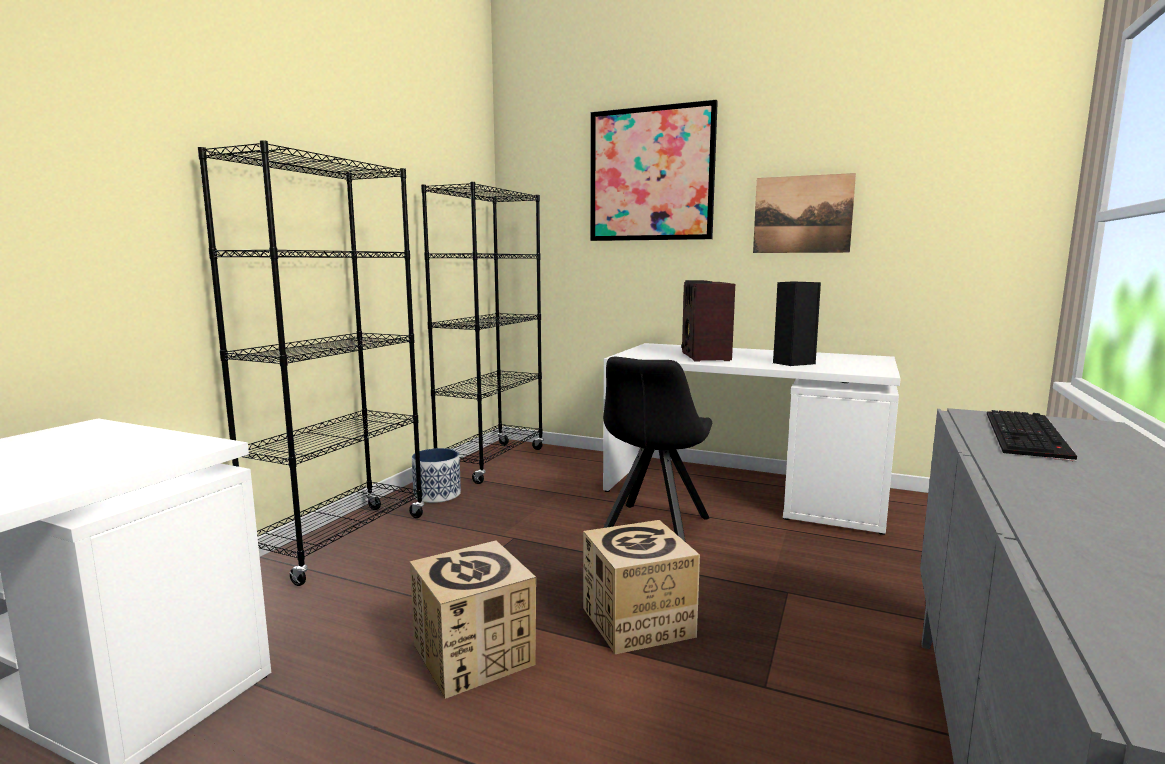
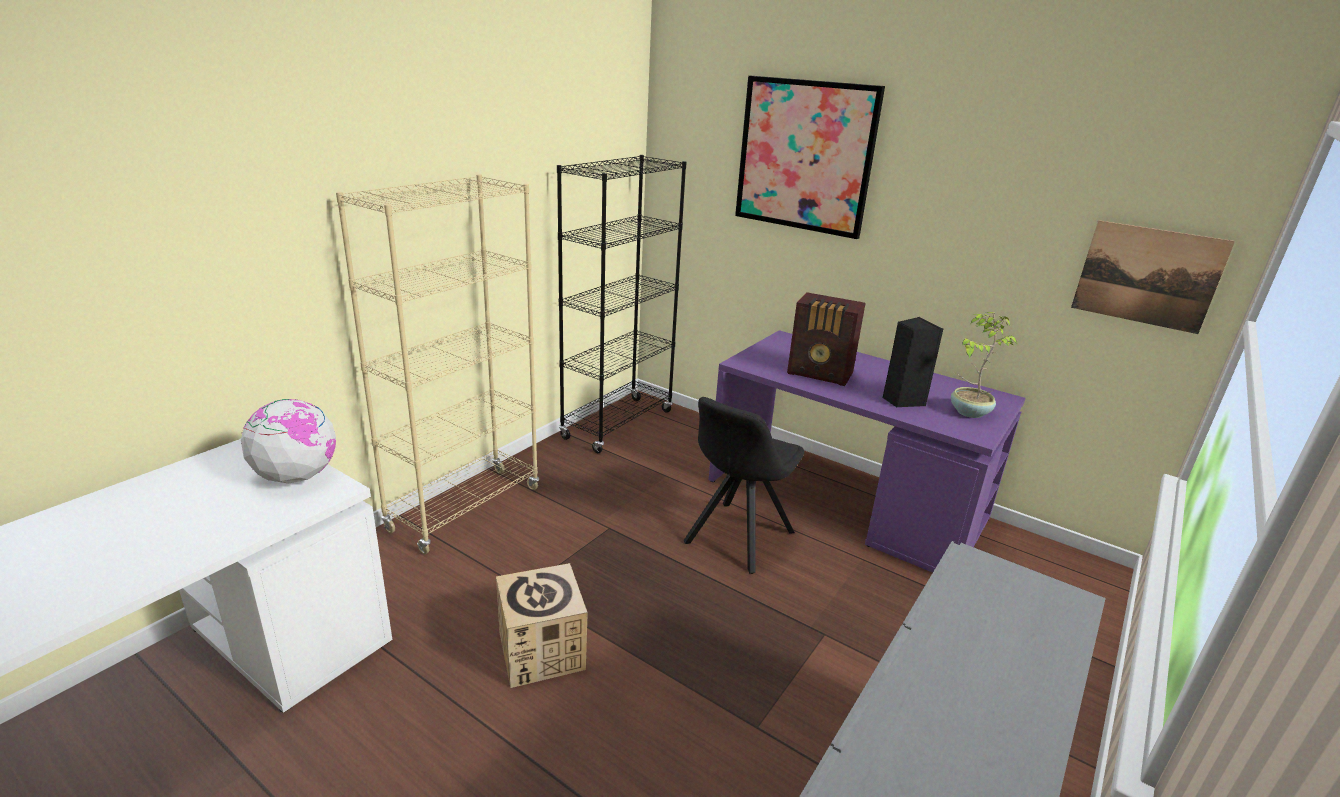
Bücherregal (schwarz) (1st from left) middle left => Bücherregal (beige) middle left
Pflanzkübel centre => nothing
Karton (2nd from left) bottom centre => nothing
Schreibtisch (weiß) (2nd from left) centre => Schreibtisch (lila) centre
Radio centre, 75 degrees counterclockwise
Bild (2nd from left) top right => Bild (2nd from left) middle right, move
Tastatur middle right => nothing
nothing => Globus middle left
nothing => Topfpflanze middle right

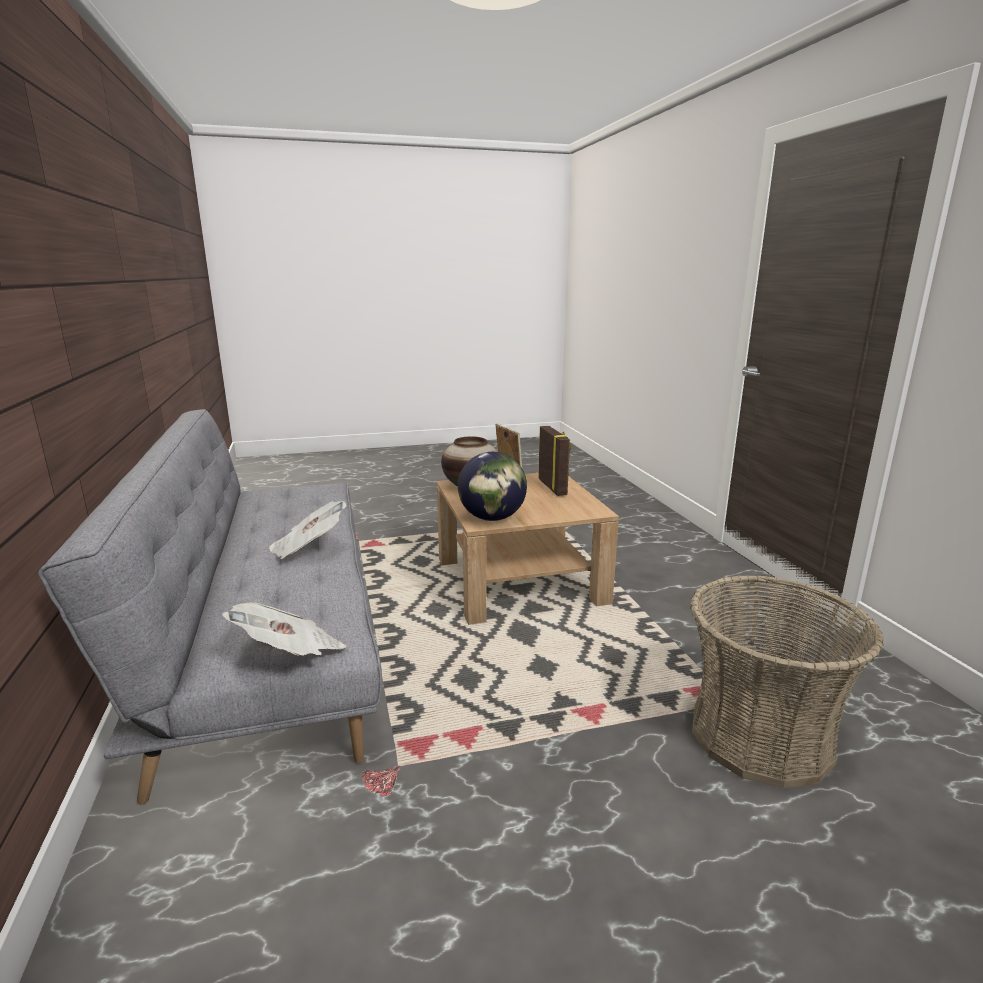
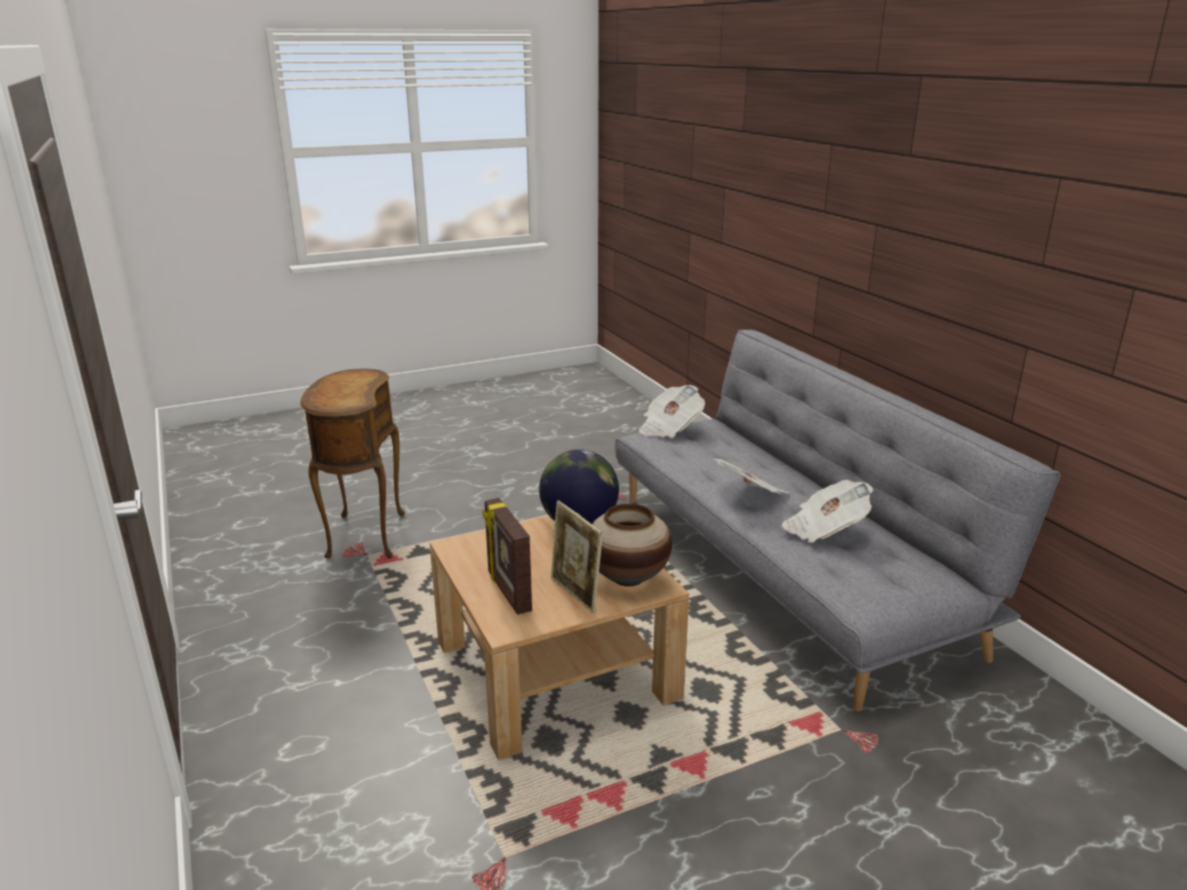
Korb bottom right => Beistelltisch (braun) middle left
nothing => Zeitung (3rd from left) middle right

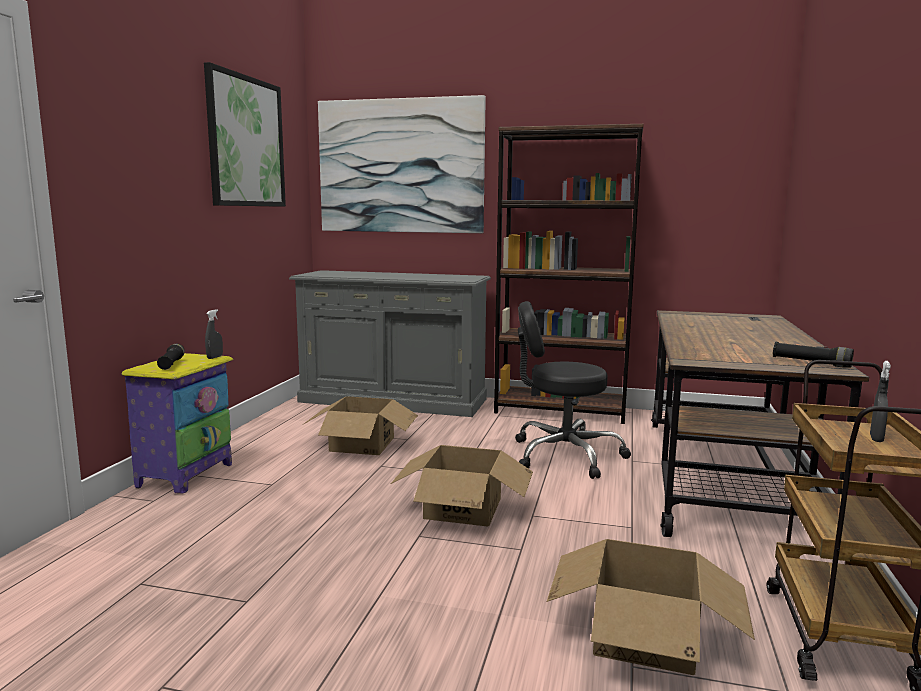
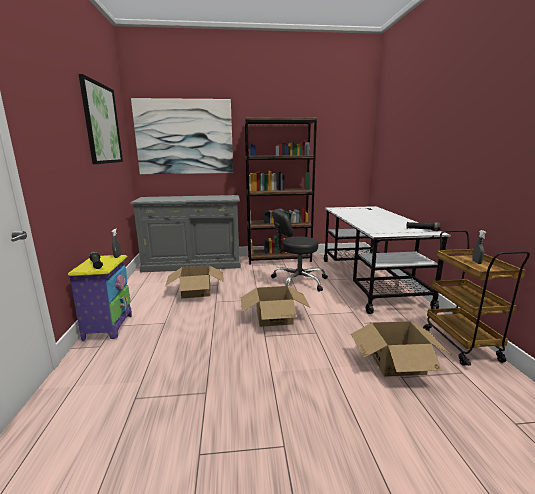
Schreibtisch (braun) middle right => Schreibtisch (weiß) middle right

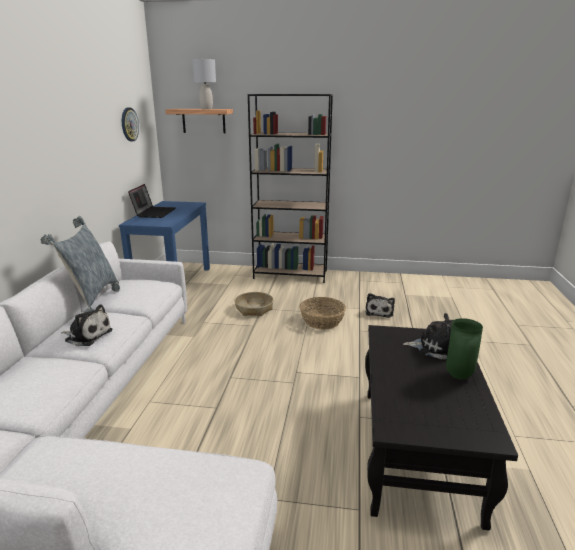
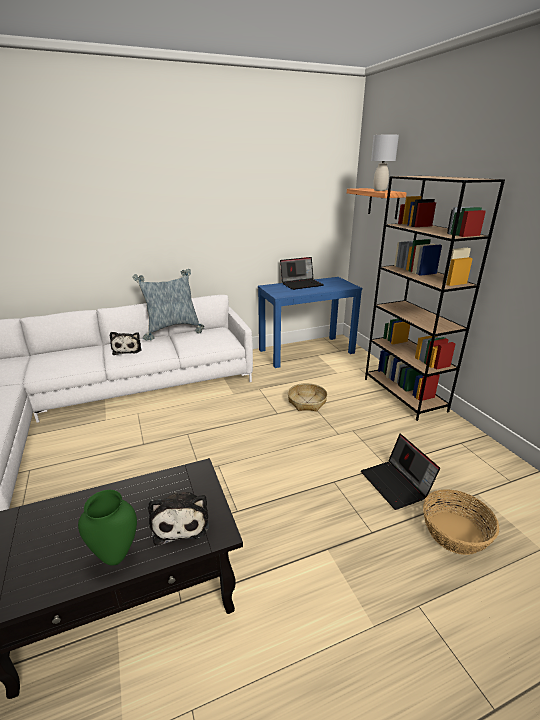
Wanduhr top left => nothing
Korb (2nd from left) centre => Korb (2nd from left) bottom right, move
Plüschtier (2nd from left) centre => Laptop (2nd from left) middle right

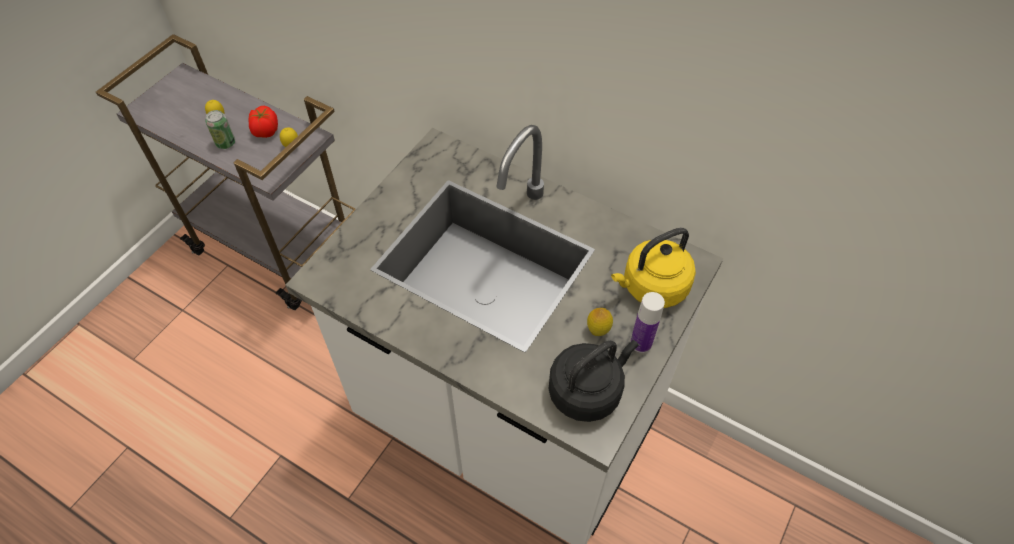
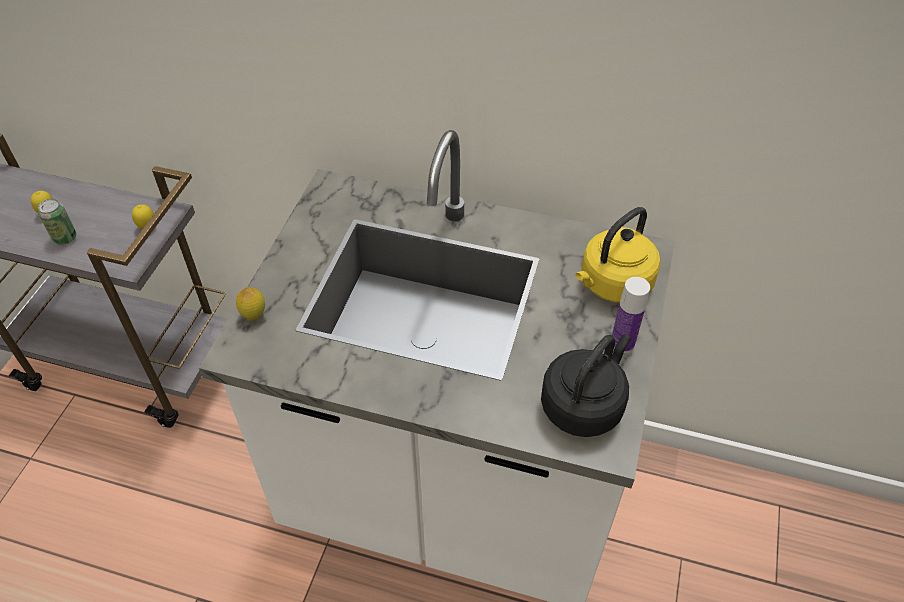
Tomate top left => nothing
Zitrone (3rd from left) centre => Zitrone (3rd from left) middle left, move

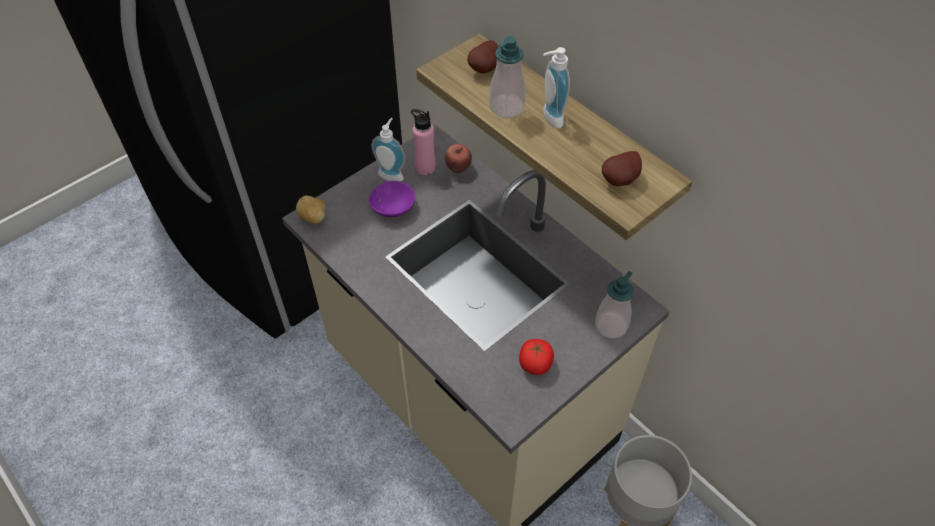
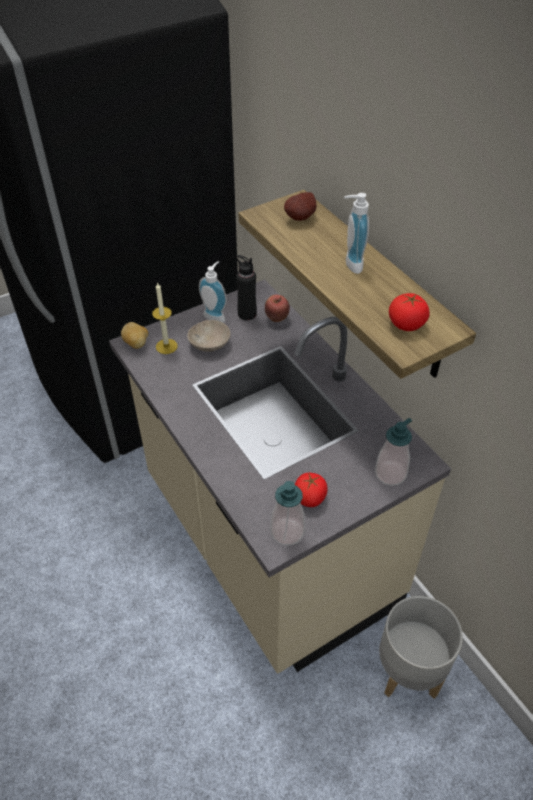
Schüssel (lila) centre => Schüssel (beige) centre
Flasche (rosa) top centre => Flasche (schwarz) centre
Seifenspender (2nd from left) top centre => Seifenspender (2nd from left) centre, move
Kartoffel (3rd from left) top centre => Tomate (2nd from left) middle right
nothing => Kerze middle left

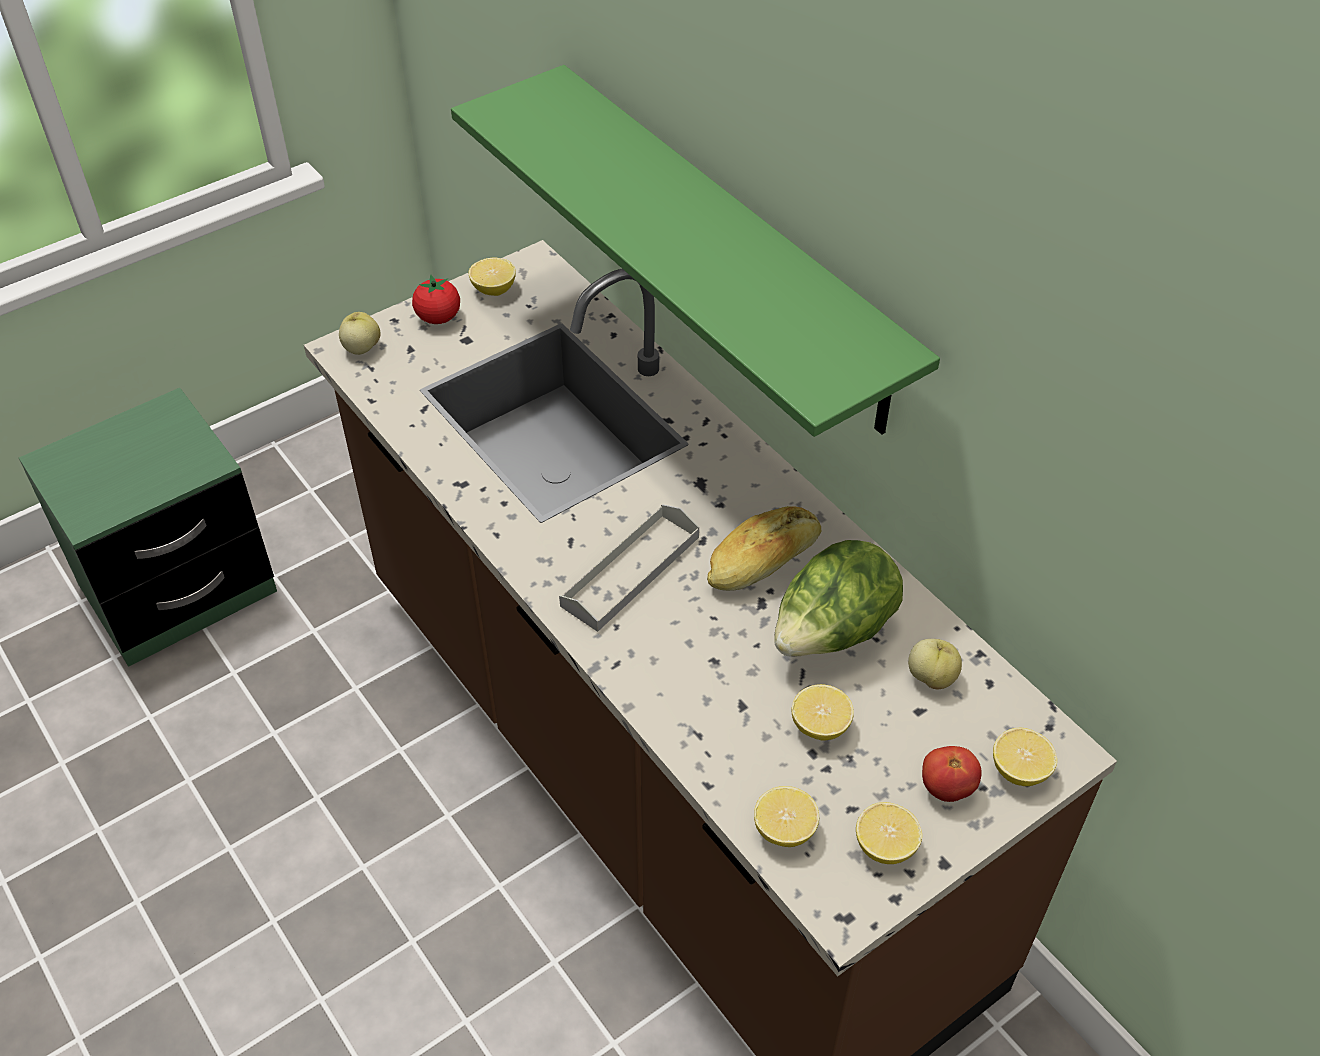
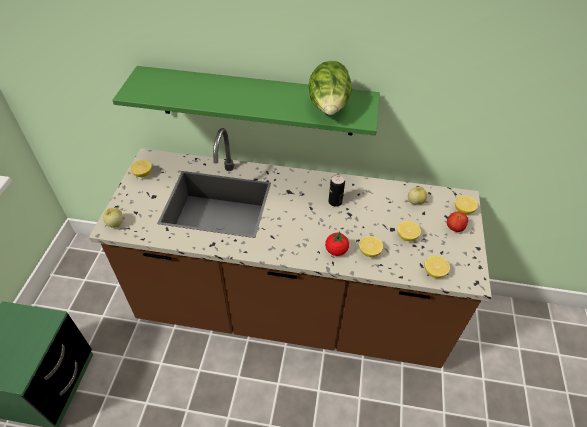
Tomate (1st from left) top left => Tomate (1st from left) centre, move
Tablett (grau) centre => nothing
Brot centre => Dose centre
Salatkopf centre => Salatkopf top centre, move
Zitrone (4th from left in the first image) bottom right => Zitrone (2nd from left) centre, move

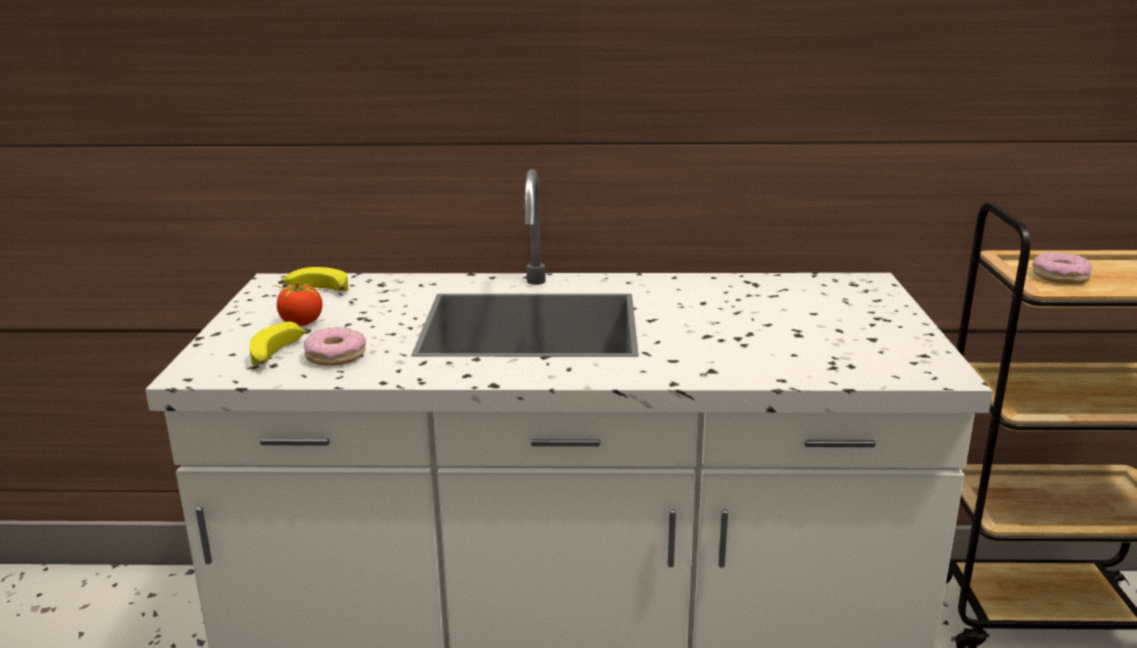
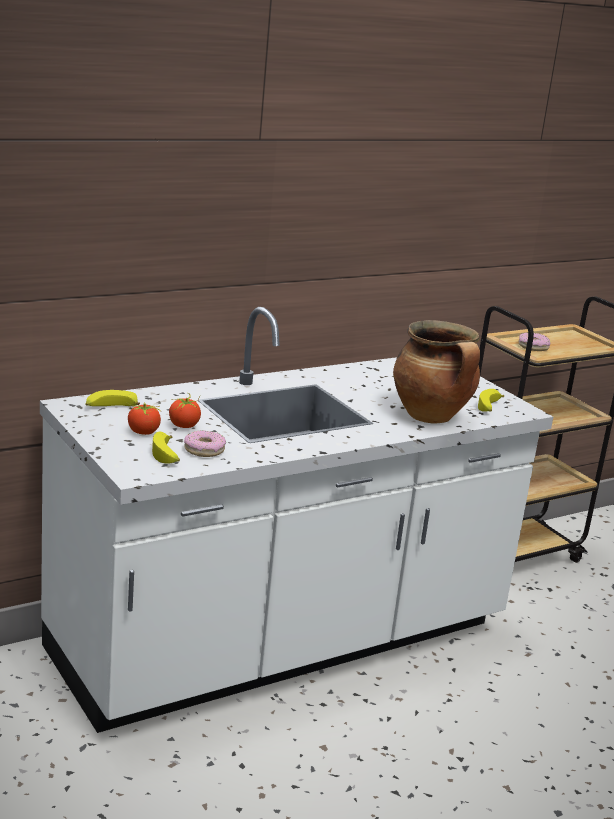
nothing => Tomate (2nd from left) middle left
nothing => Kochtopf middle right
nothing => Banane (3rd from left) middle right

